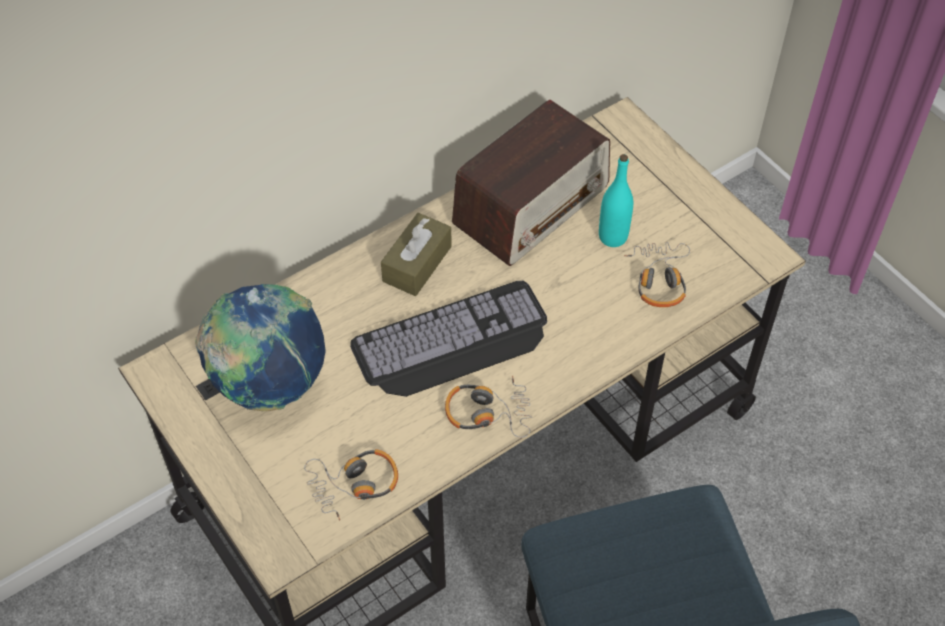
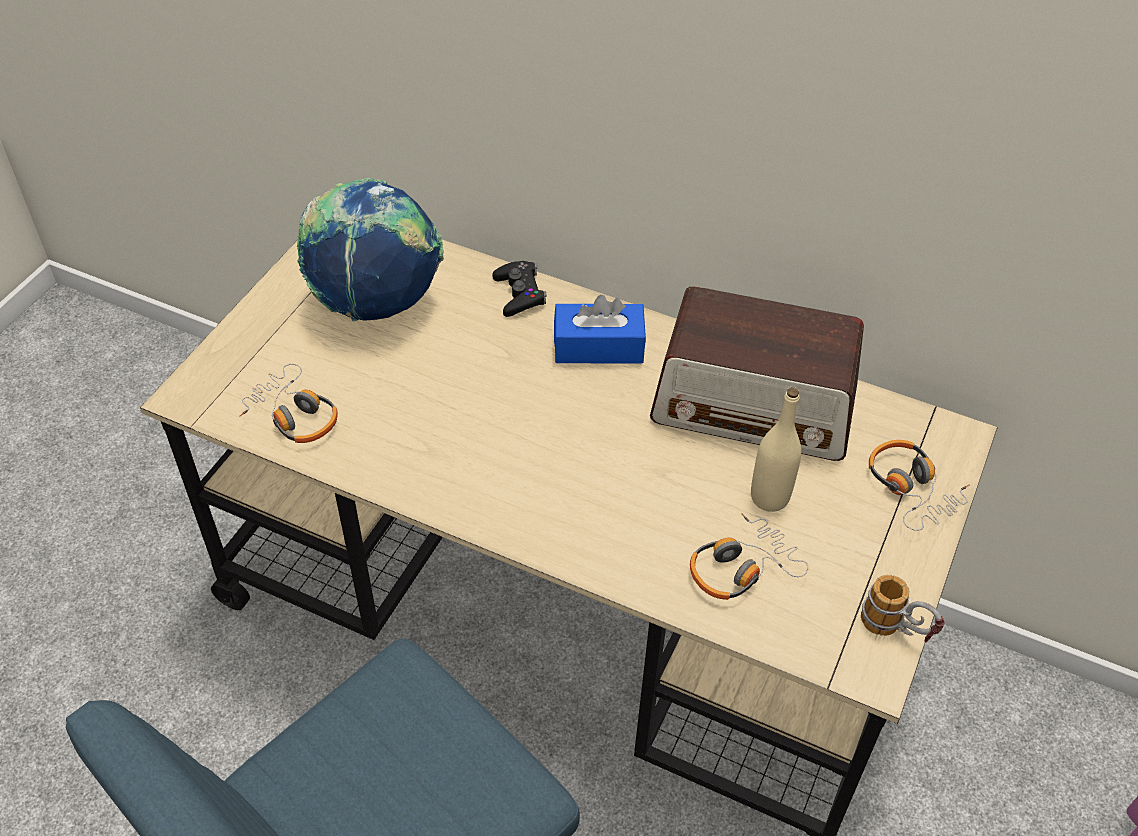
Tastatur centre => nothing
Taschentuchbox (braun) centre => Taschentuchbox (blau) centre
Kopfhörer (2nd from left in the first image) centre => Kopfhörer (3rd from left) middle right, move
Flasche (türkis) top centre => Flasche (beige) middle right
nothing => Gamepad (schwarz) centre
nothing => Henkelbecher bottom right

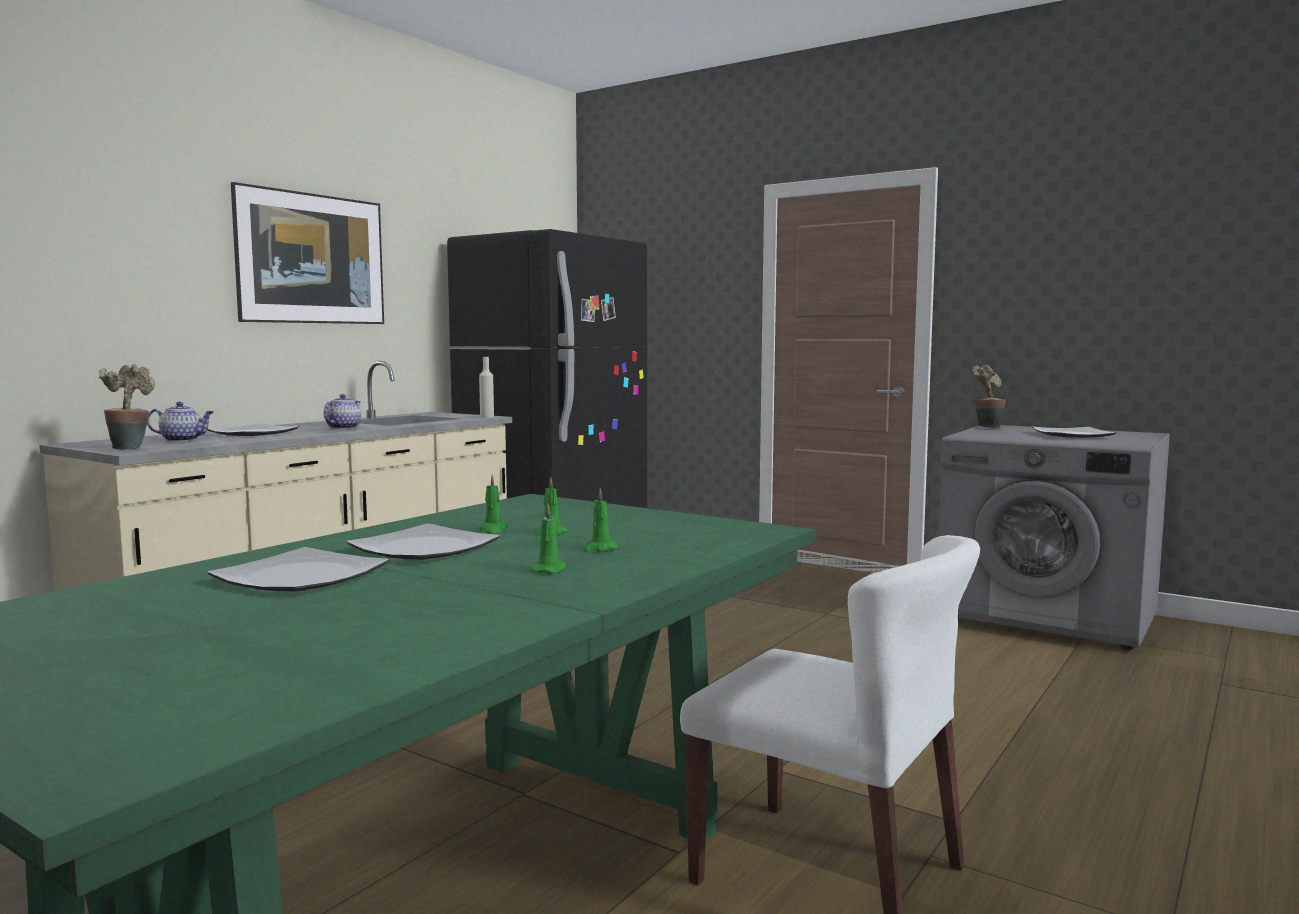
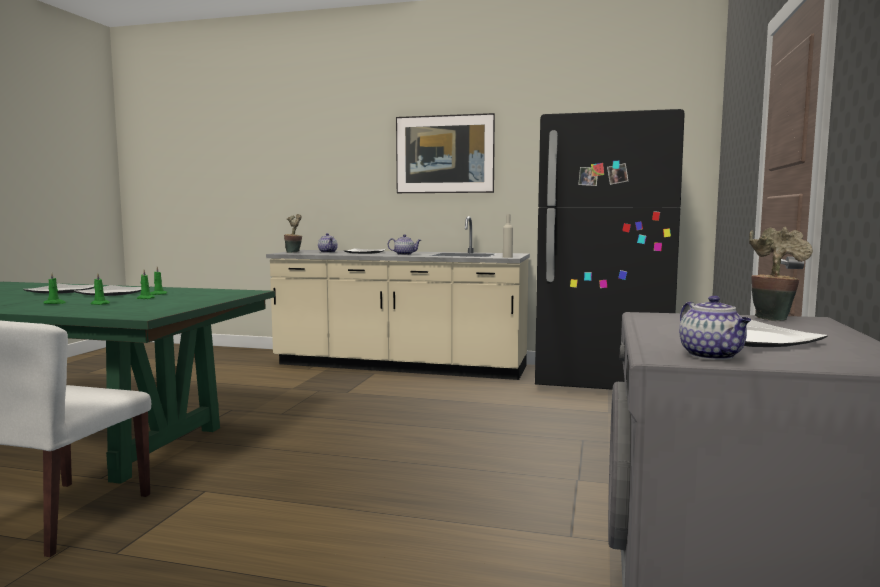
nothing => Teekanne (3rd from left) middle right

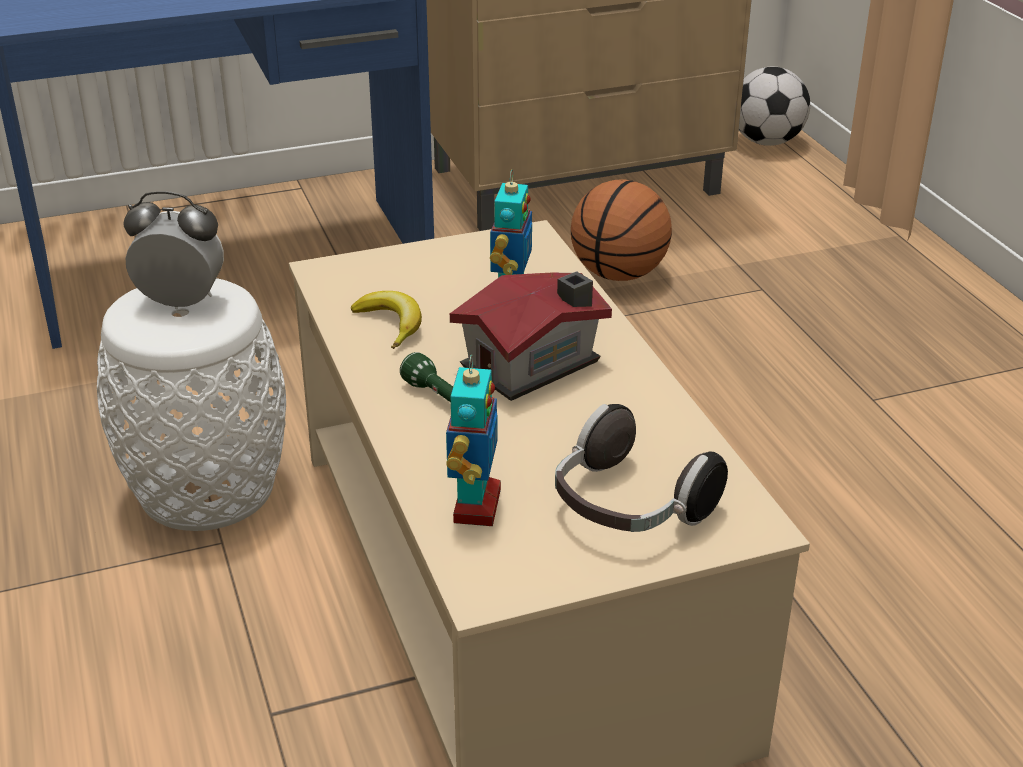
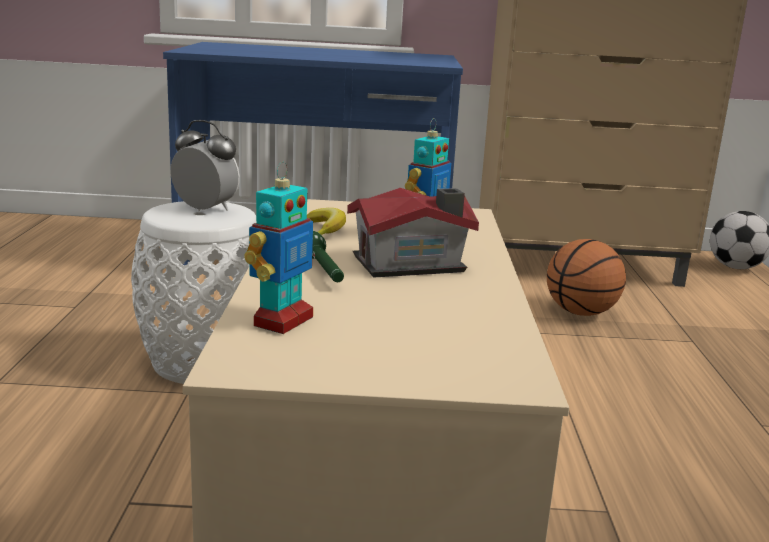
Kopfhörer centre => nothing

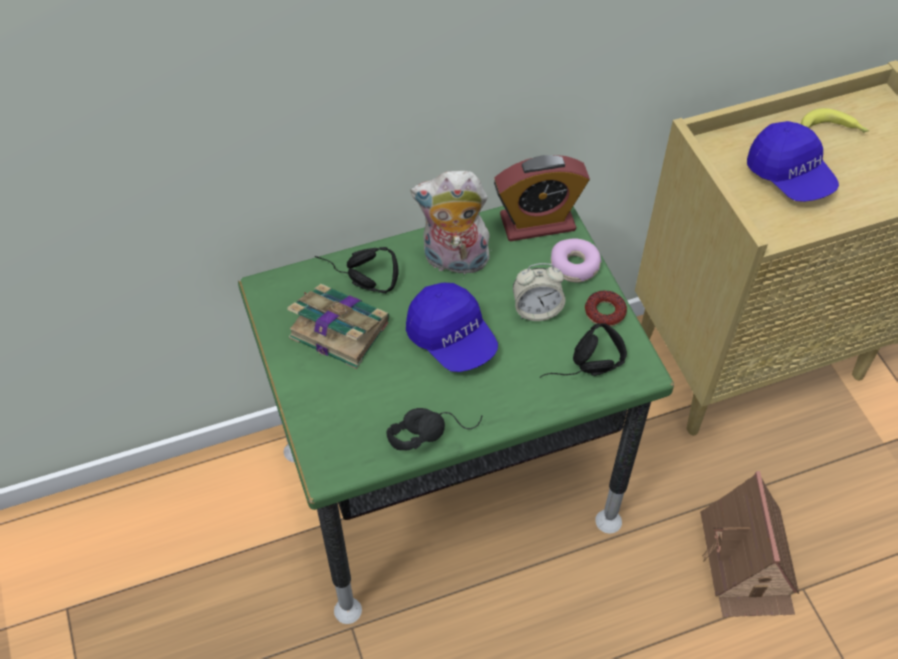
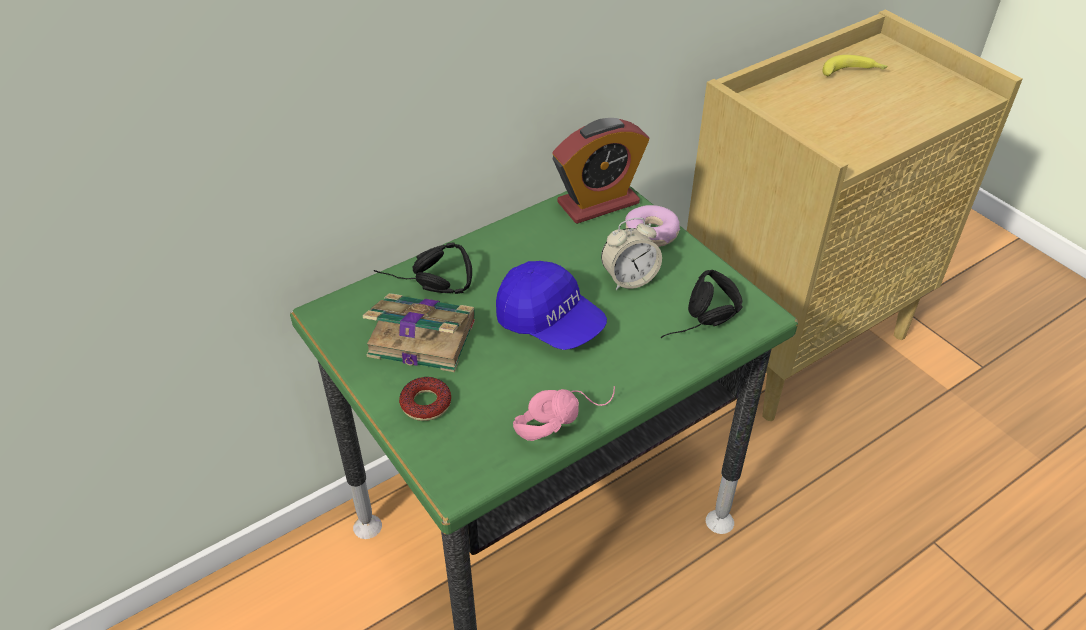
Kopfhörer (schwarz) (2nd from left) centre => Kopfhörer (rosa) centre
Plüschtier centre => nothing
Donut (2nd from left in the first image) middle right => Donut (1st from left) centre, move
Spielzeughaus bottom right => nothing
Kappe (blau) (2nd from left) top right => nothing

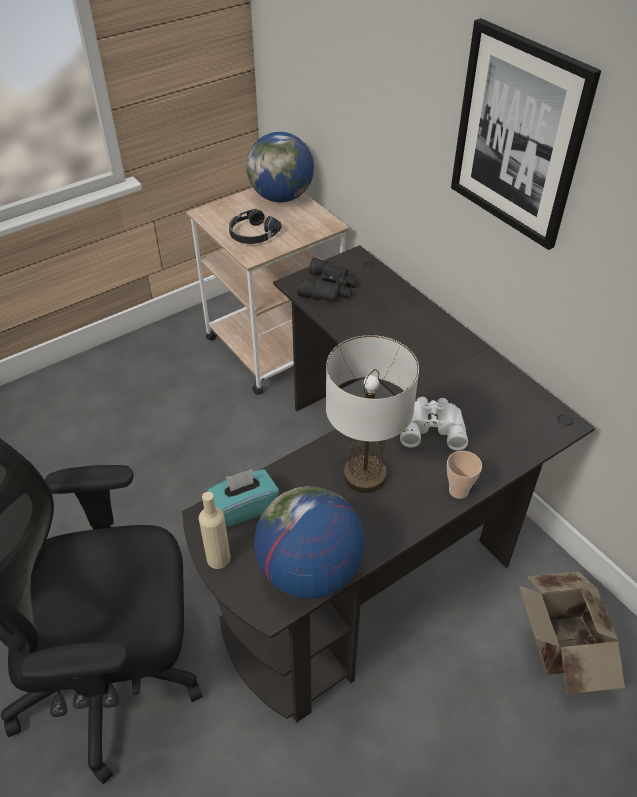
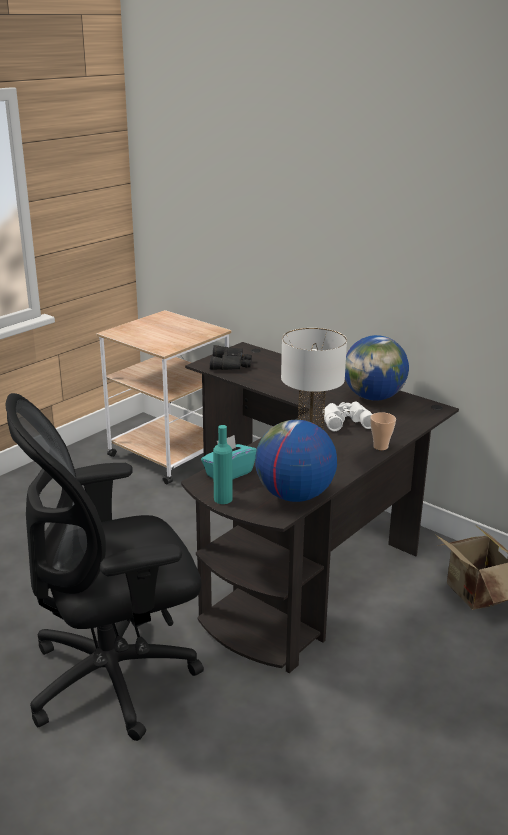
Flasche (beige) centre => Flasche (türkis) centre
Kopfhörer (schwarz) top centre => nothing
Globus (1st from left in the first image) top centre => Globus (2nd from left) middle right, move
Bild top right => nothing

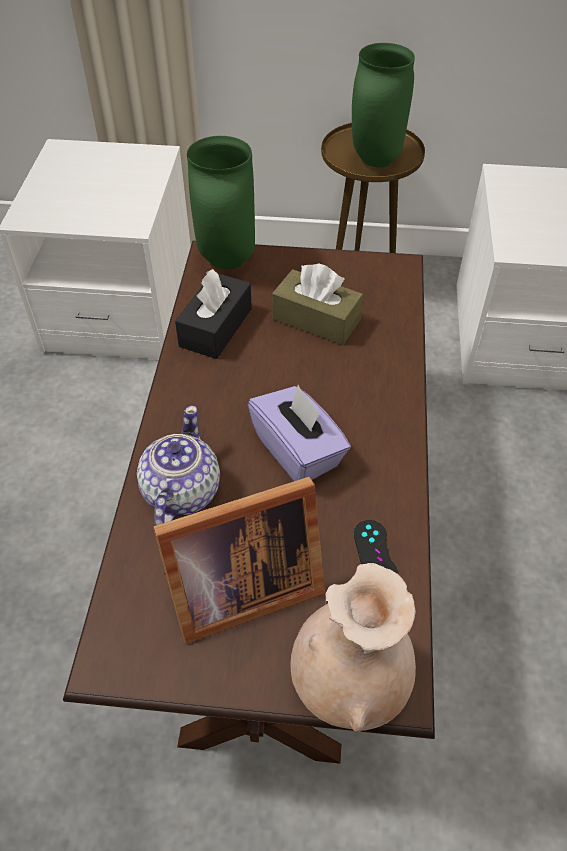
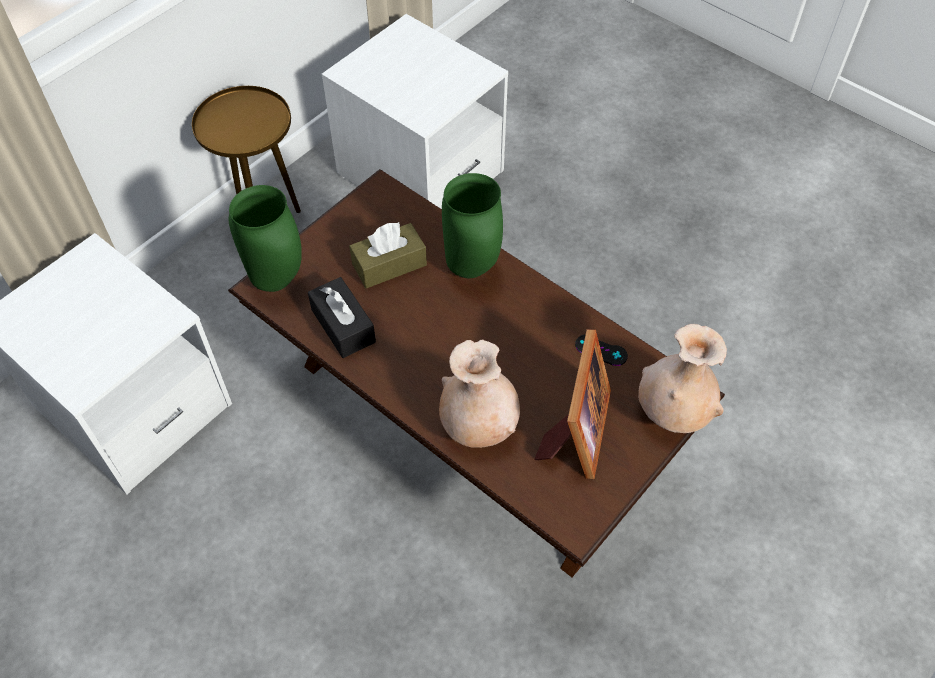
Teekanne middle left => Vase (beige) (1st from left) centre
Taschentuchbox (lila) centre => nothing
Vase (grün) (2nd from left) top right => Vase (grün) (2nd from left) top centre, move

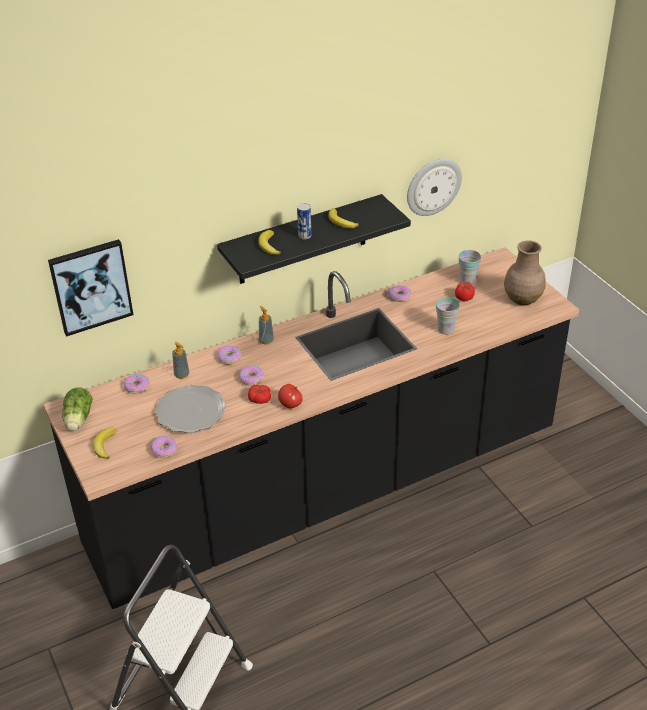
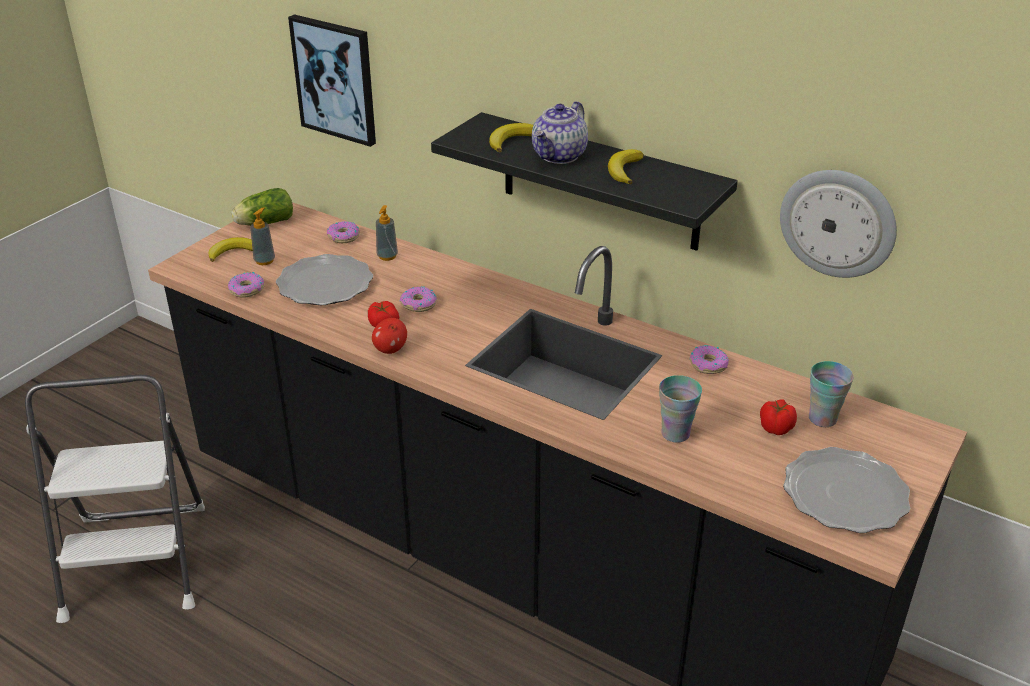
Donut (3rd from left) centre => nothing
Seifenspender (2nd from left in the first image) centre => Seifenspender (1st from left) middle left, move
Dose top centre => Teekanne top centre
Vase (braun) middle right => Teller (2nd from left) bottom right

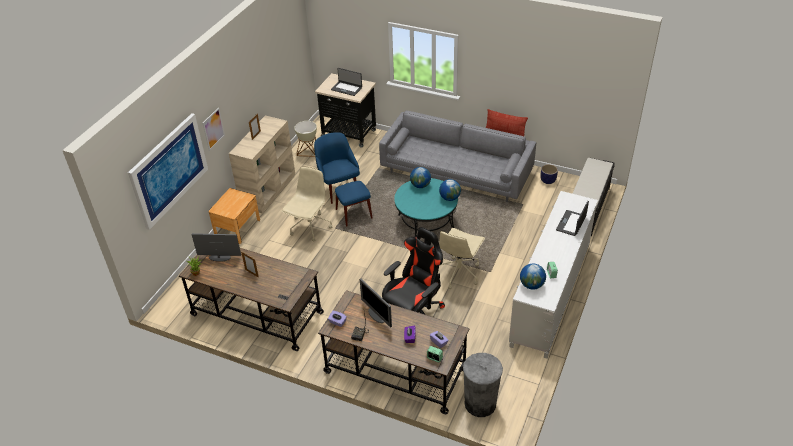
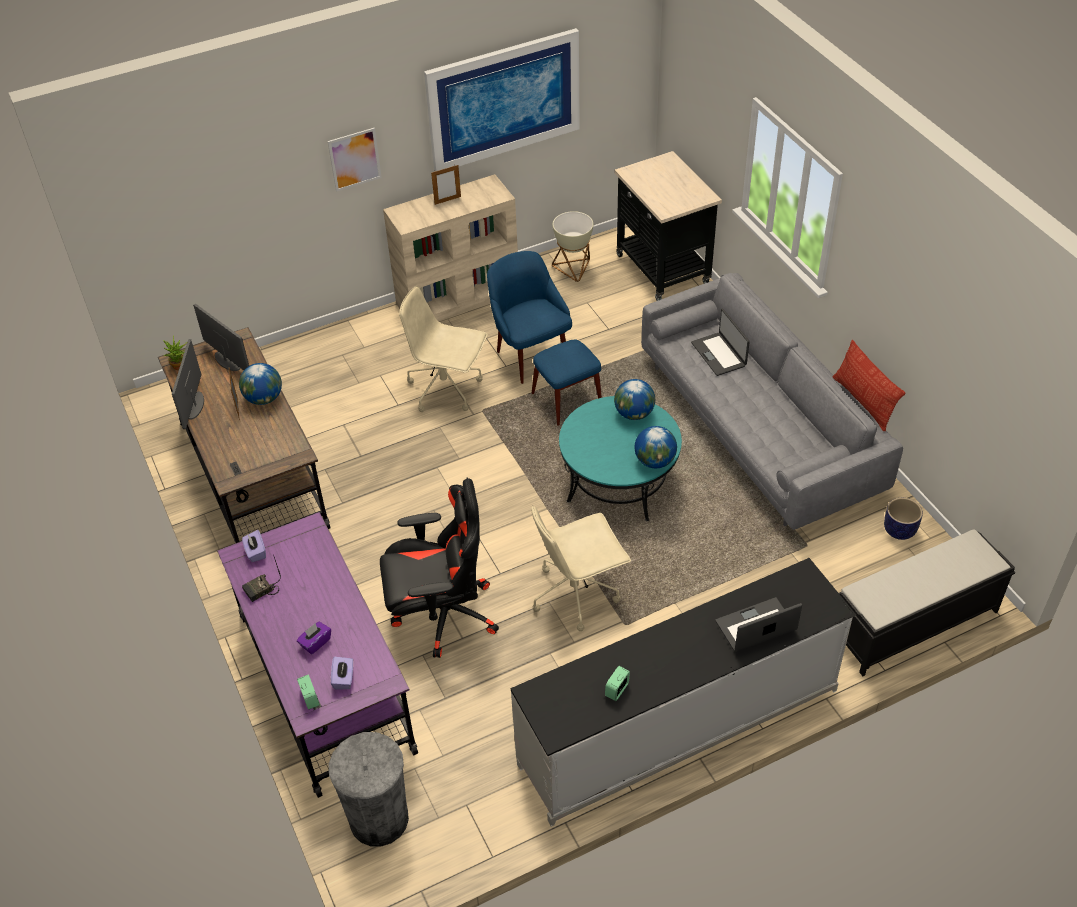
Bild (1st from left in the first image) middle left => Bild (2nd from left) top centre, move
Nachttisch (braun) middle left => nothing
Bürostuhl (beige) (1st from left) centre, 135 degrees counterclockwise
Sessel (blau) centre, 45 degrees counterclockwise
Schreibtisch (braun) (2nd from left) bottom centre => Schreibtisch (lila) bottom left
Laptop (1st from left) top centre => Laptop (1st from left) middle right, move
Monitor (2nd from left in the first image) bottom centre => Monitor (1st from left) middle left, move
Schrank (weiß) middle right => Schrank (schwarz) bottom centre
Globus (3rd from left in the first image) middle right => Globus (1st from left) middle left, move

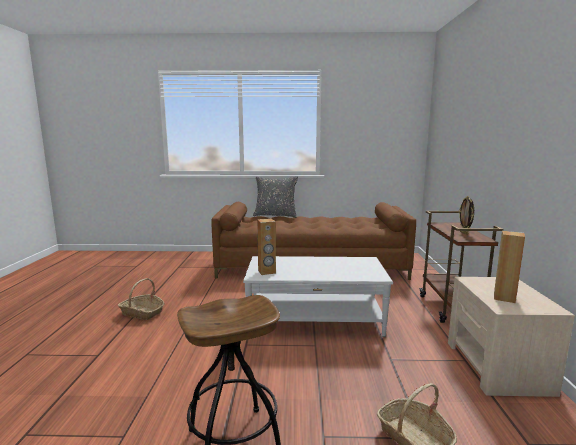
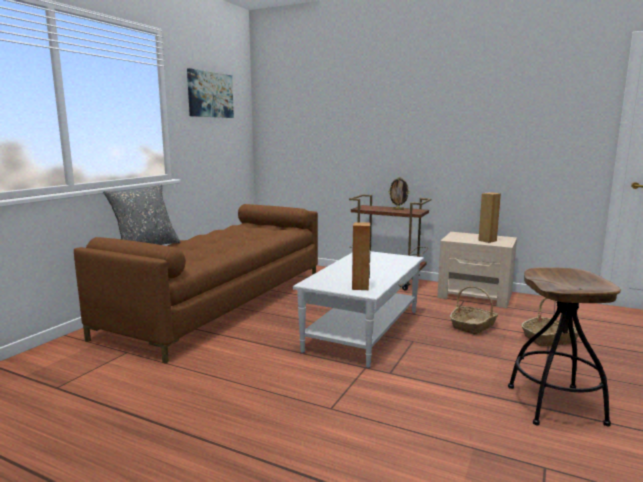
Korb (1st from left) bottom left => Korb (1st from left) middle right, move
nothing => Bild top left

